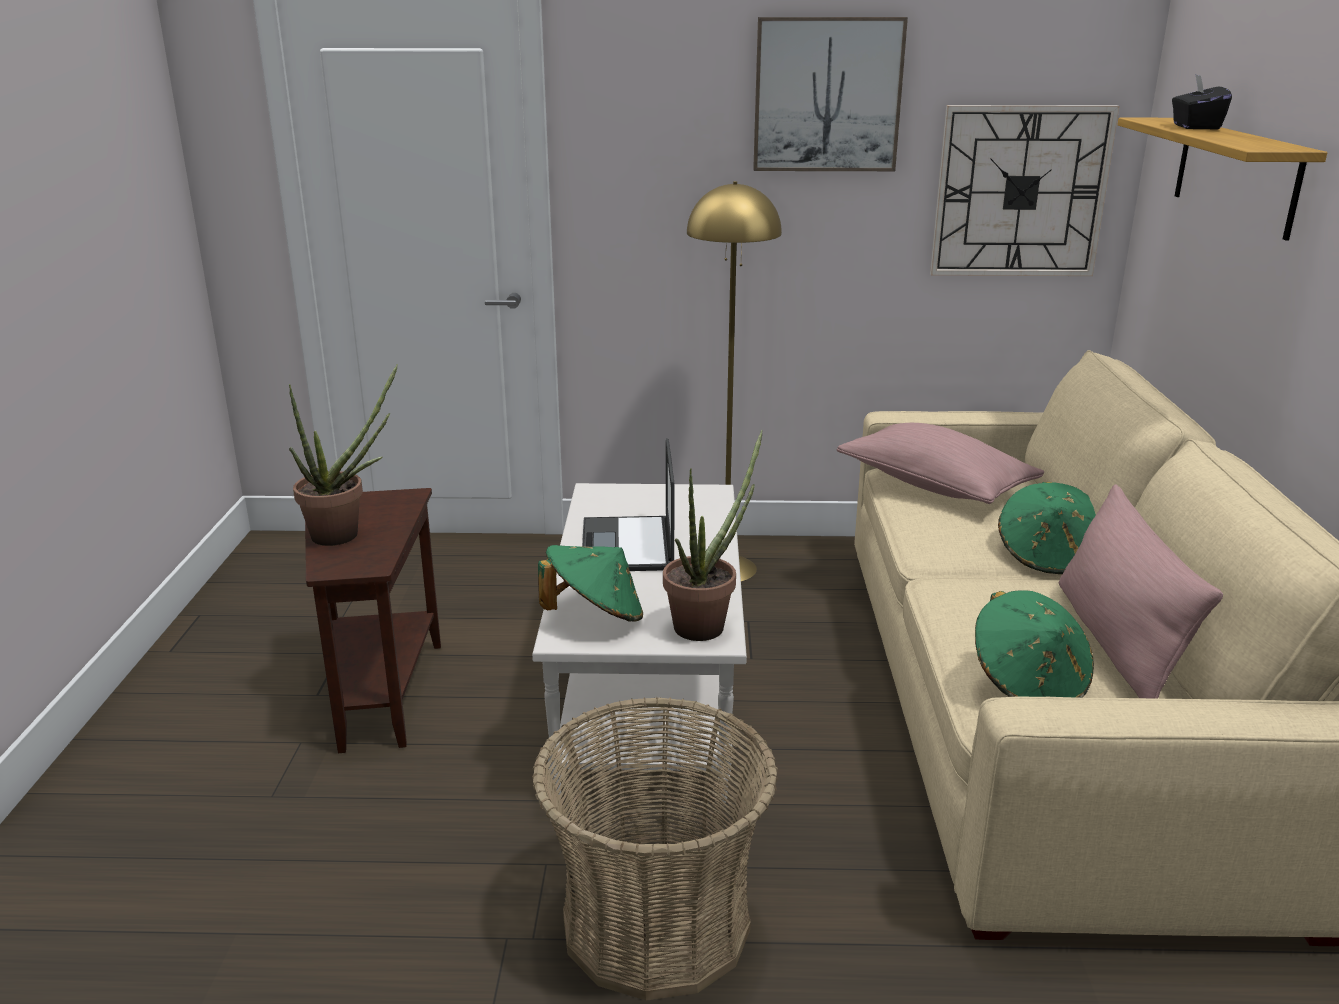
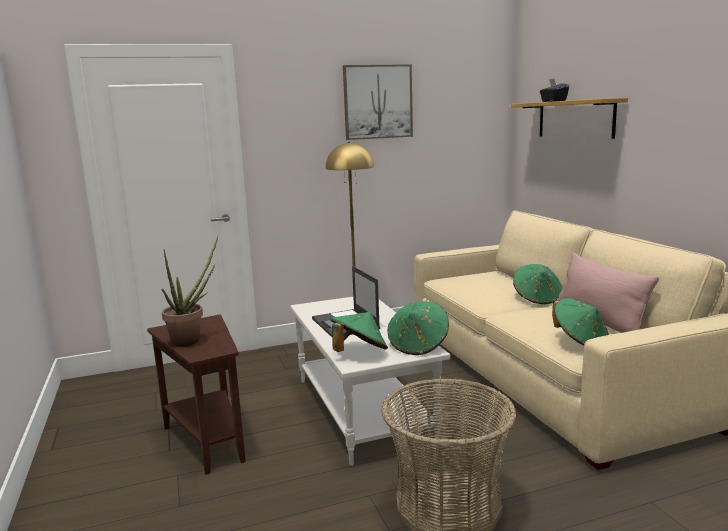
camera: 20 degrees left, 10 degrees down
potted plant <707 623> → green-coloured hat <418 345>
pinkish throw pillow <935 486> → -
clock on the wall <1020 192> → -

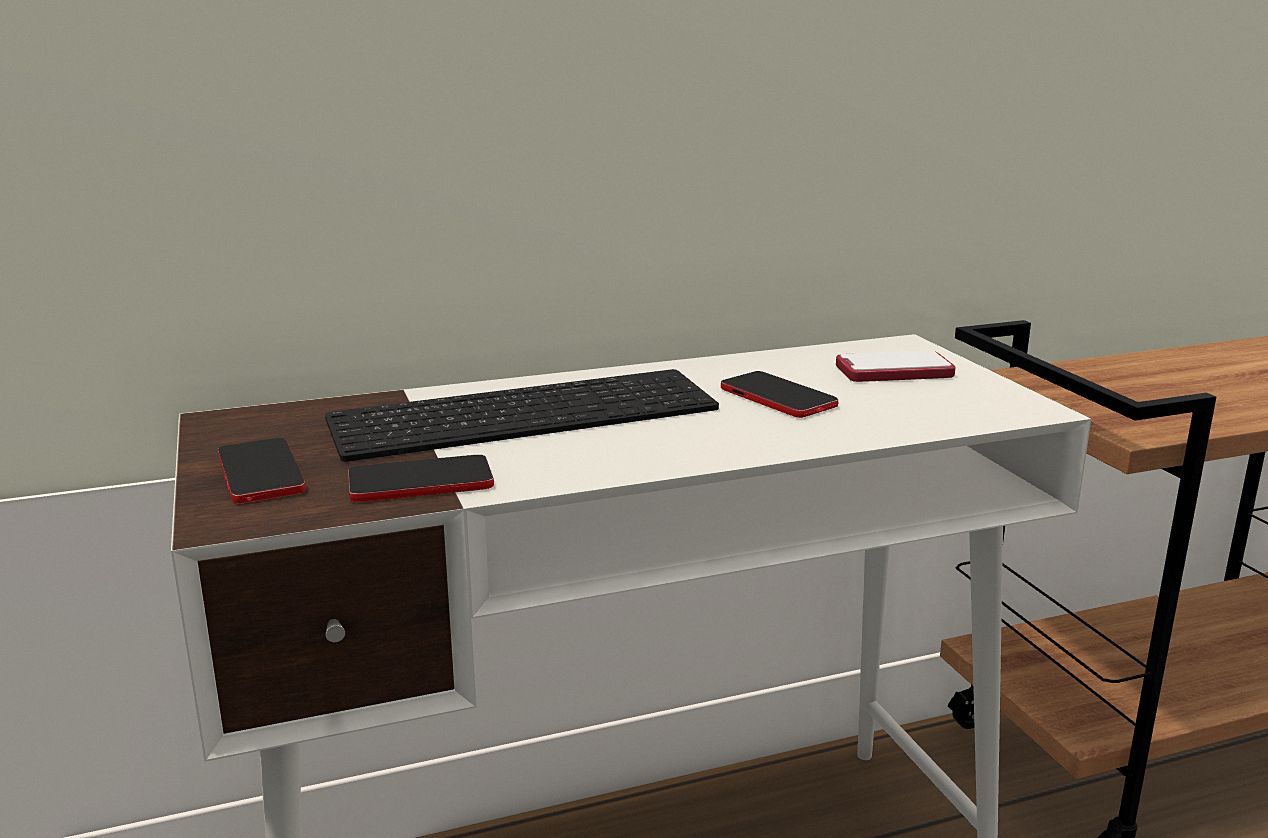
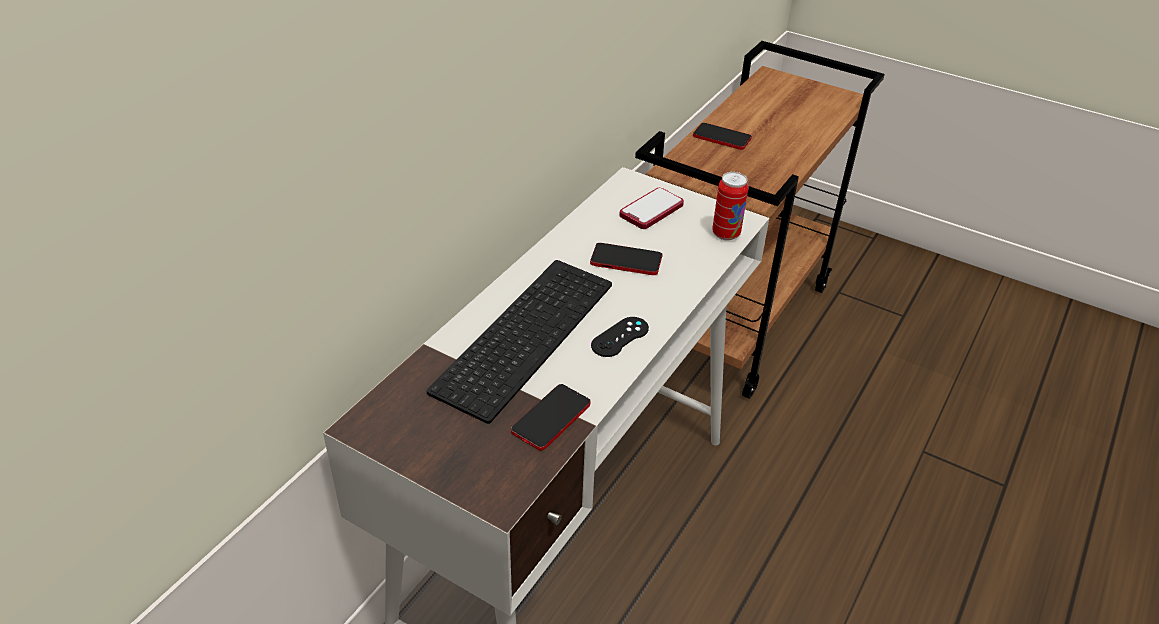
camera: 40 degrees left, 20 degrees up
- → blackish game controller <620 337>
phone <260 473> → phone <721 137>, move
- → can <726 234>

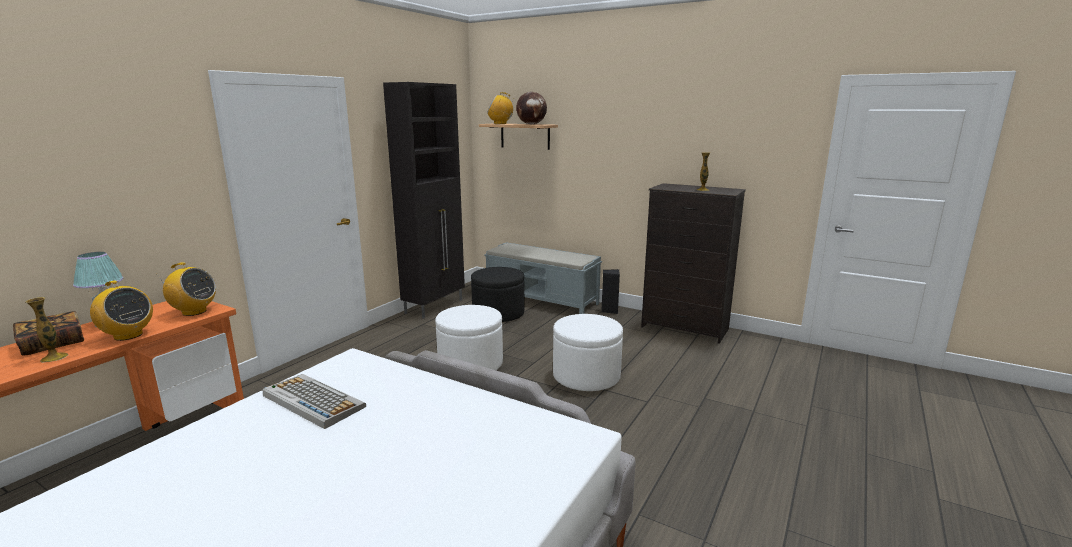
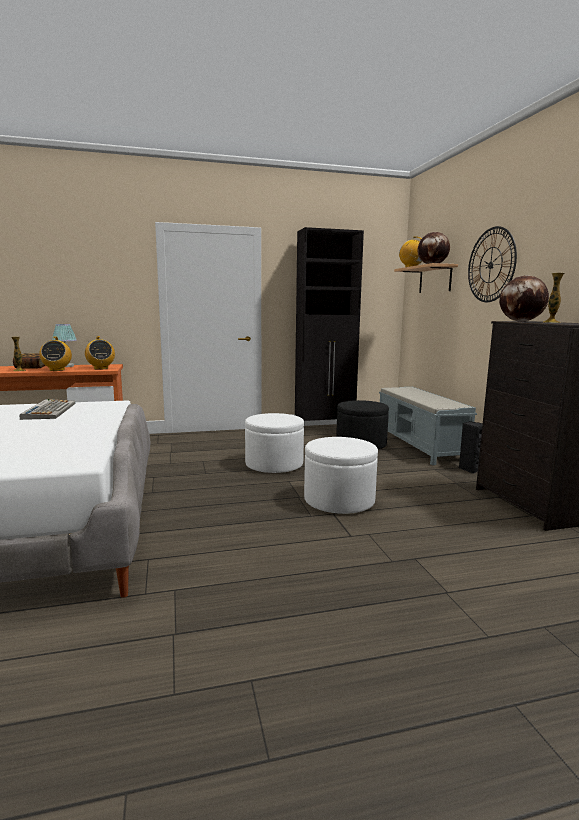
camera: 45 degrees right, 5 degrees down
- → clock on the wall <490 265>
- → world globe <521 321>

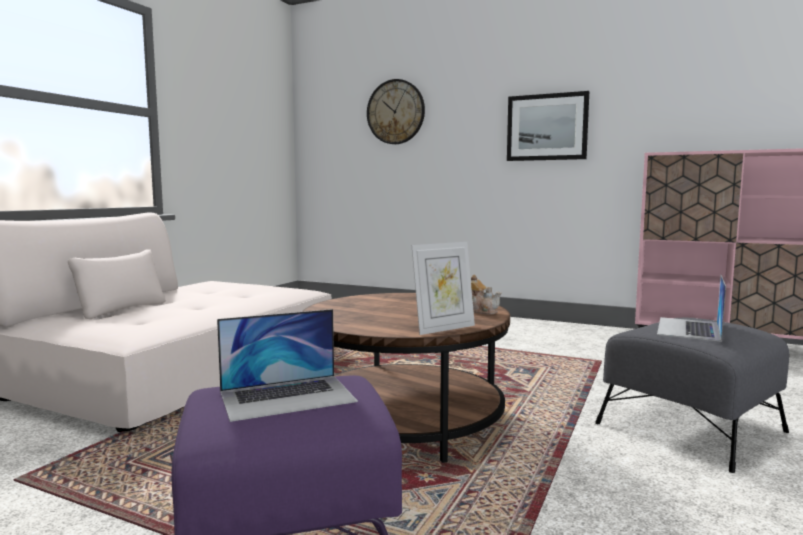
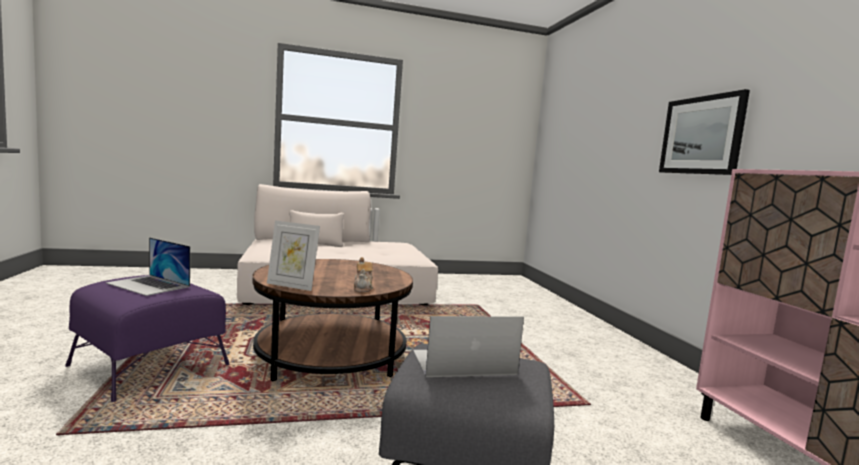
camera: 50 degrees right, 0 degrees up
clock on the wall <395 112> → -

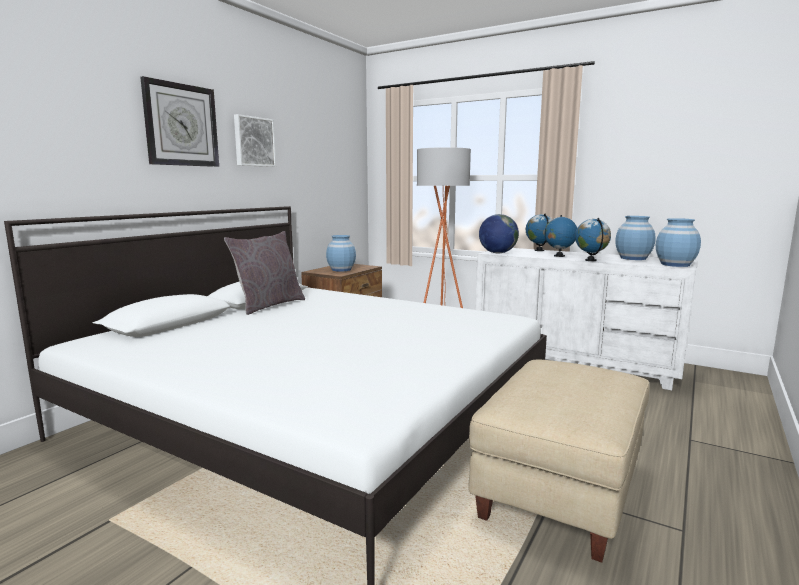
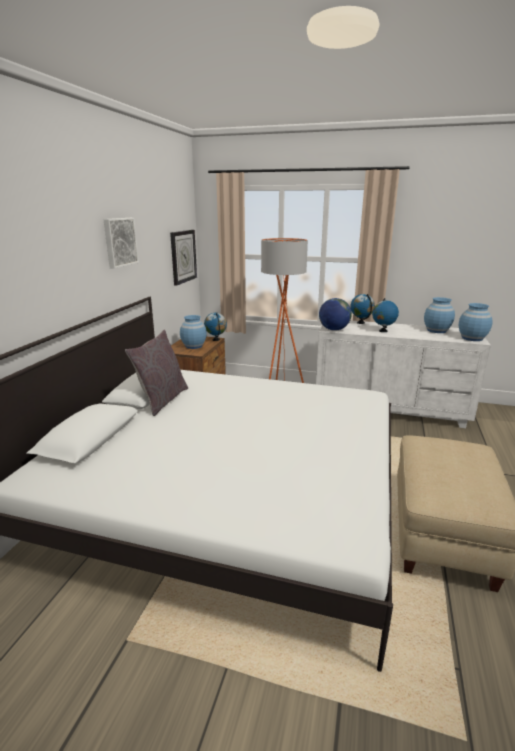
camera: 15 degrees left, 10 degrees up
clock on the wall <181 125> → clock on the wall <183 256>, move
world globe <591 260> → world globe <216 340>, move

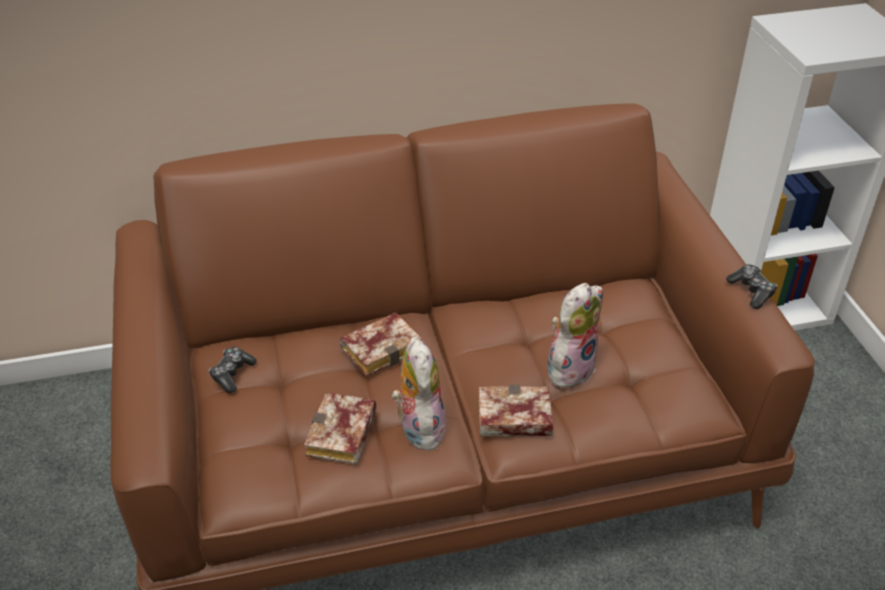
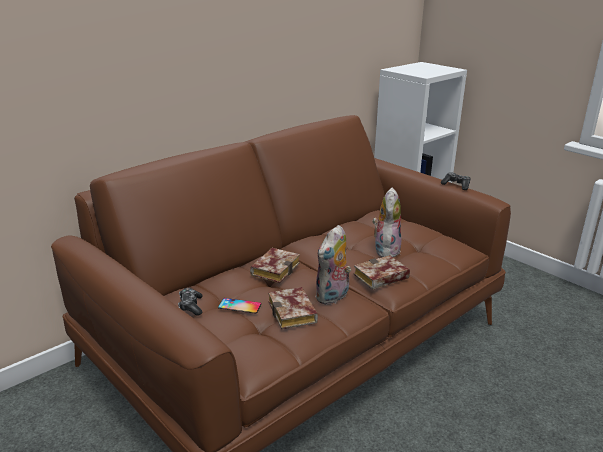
camera: 30 degrees left, 15 degrees down
- → phone <239 306>
cuddly toy <419 427> → cuddly toy <333 297>, 105 degrees counterclockwise

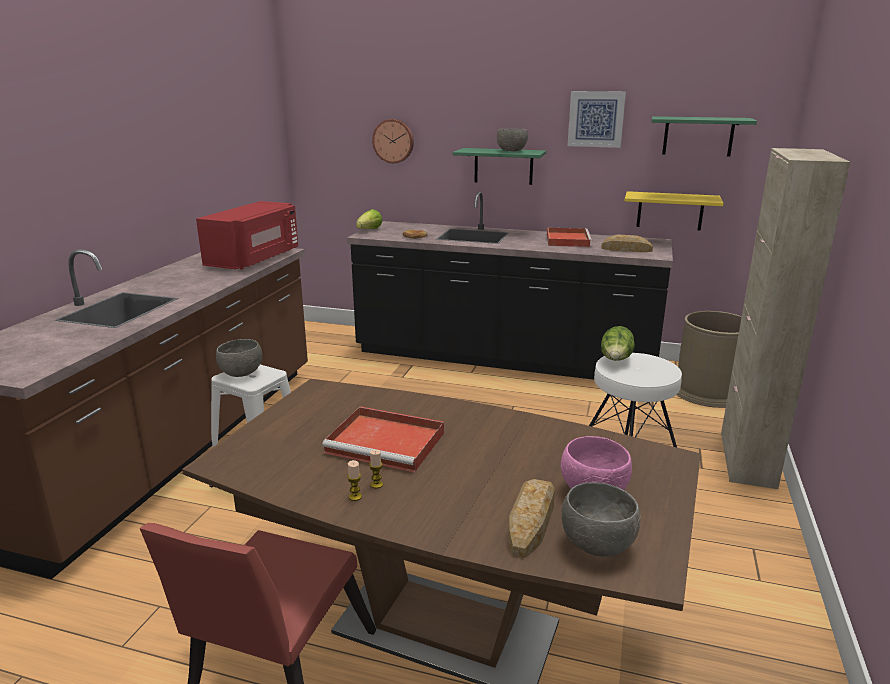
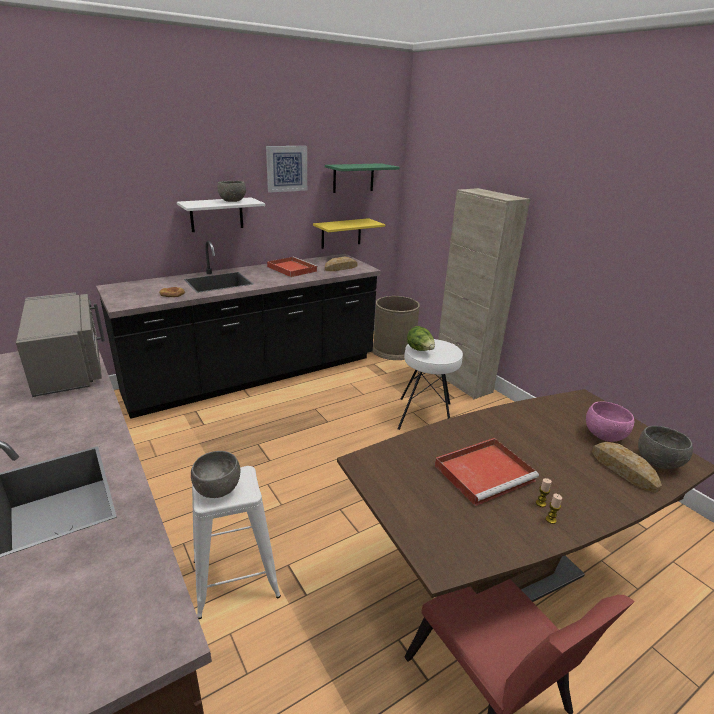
camera: 50 degrees left, 5 degrees up
reddish kitchen microwave <255 259> → gray kitchen microwave <69 367>
green-coloured bracket shelf <503 166> → white bracket shelf <216 214>
lettuce <369 230> → -
clock on the wall <393 141> → -

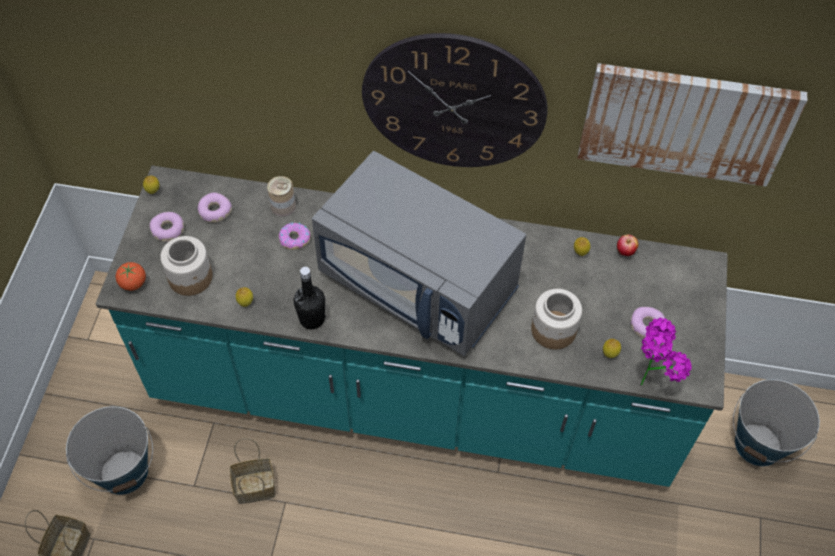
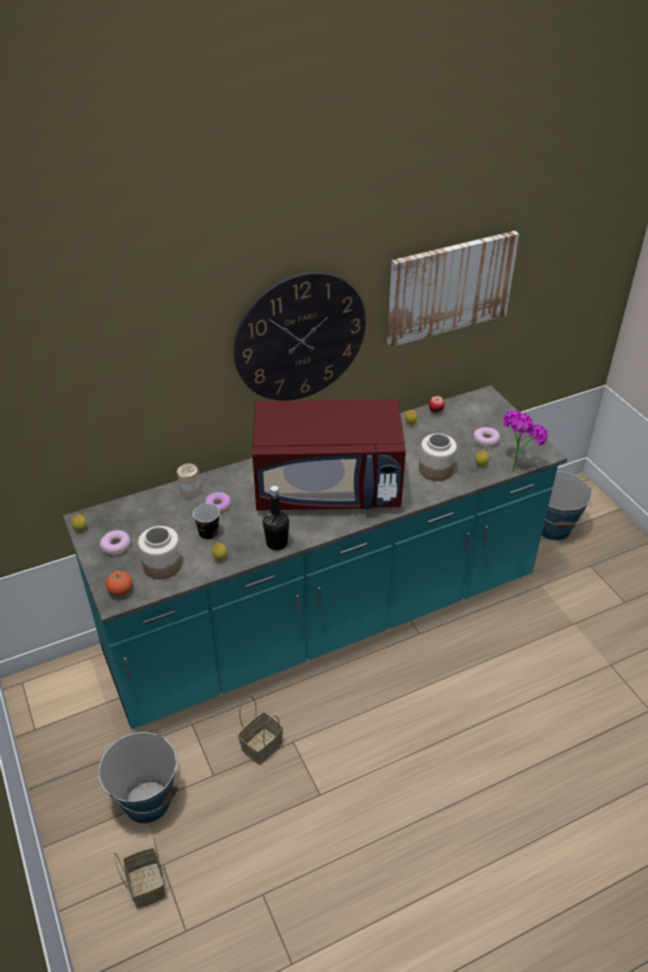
camera: 35 degrees left, 15 degrees down
- → small cup <208 533>
gray kitchen microwave <419 283> → reddish kitchen microwave <328 487>
ring doughnut <214 211> → -

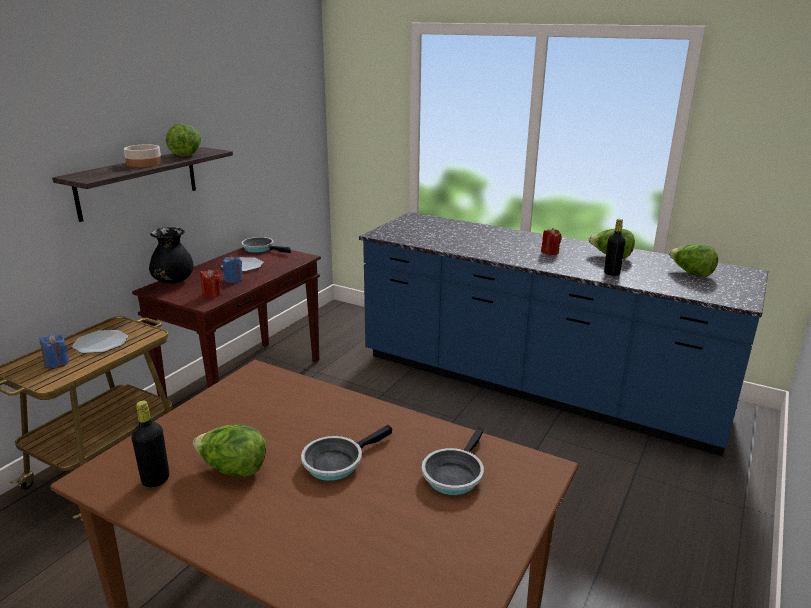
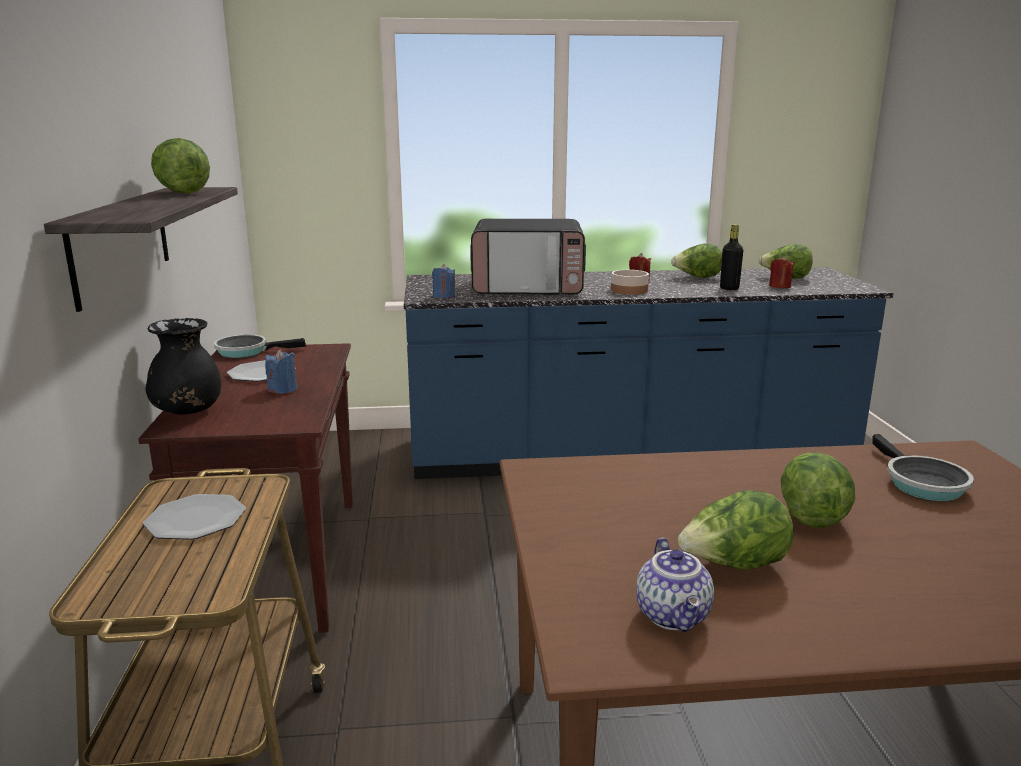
camera: 35 degrees left, 5 degrees down
bluish candle <57 363> → bluish candle <444 296>, move
- → kitchen microwave <528 288>
bowl <144 163> → bowl <629 290>, move
blackish drink bottle <155 480> → pot for tea <675 616>
reddish candle <212 294> → reddish candle <779 286>, move
pan <337 462> → lettuce <811 515>

